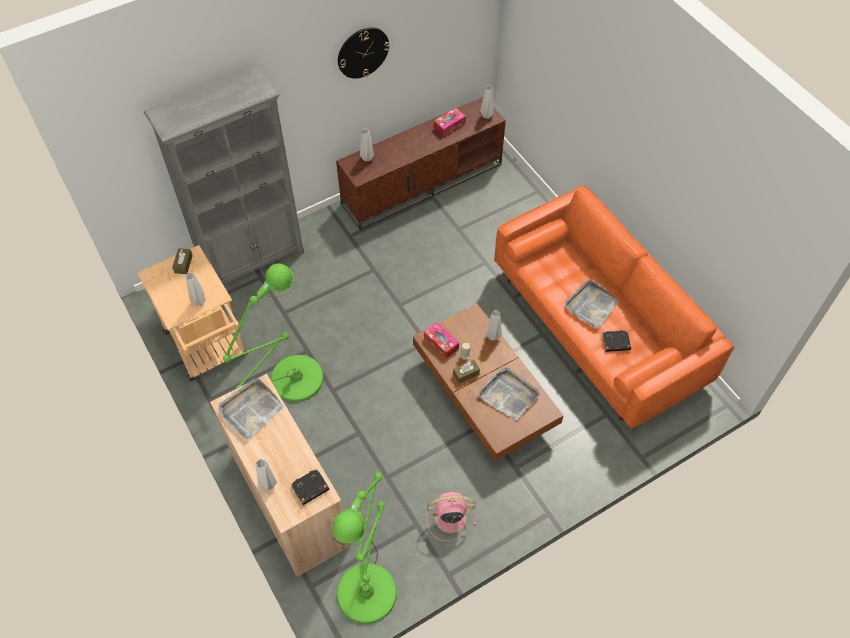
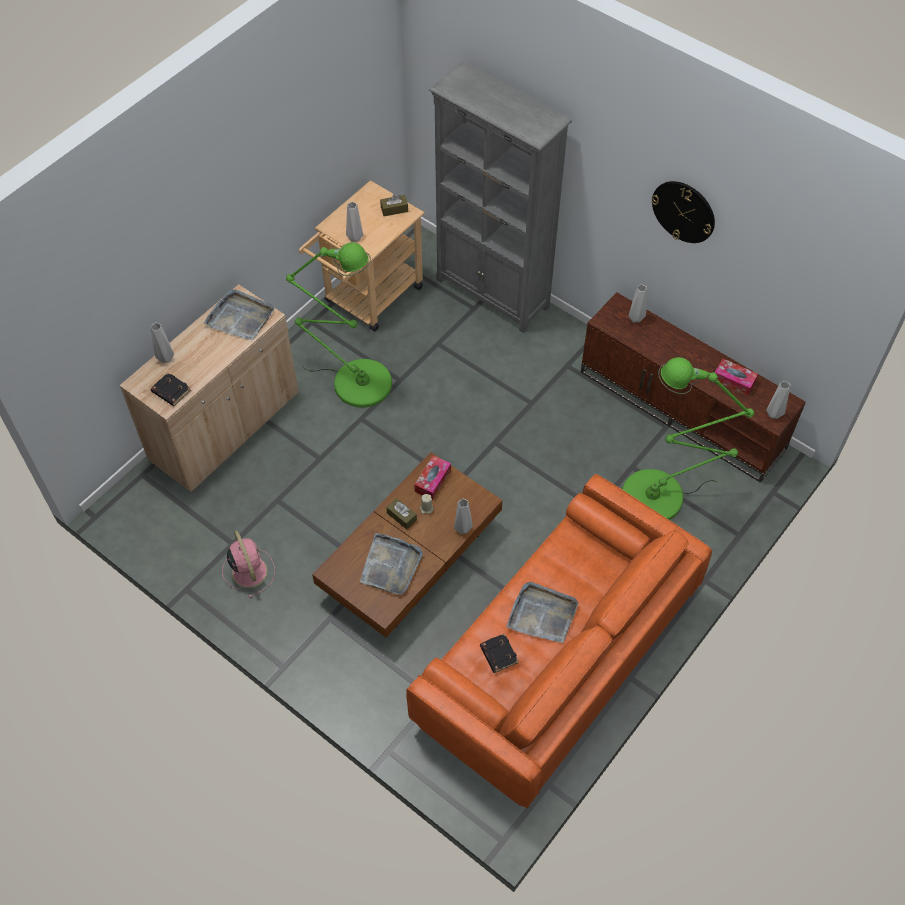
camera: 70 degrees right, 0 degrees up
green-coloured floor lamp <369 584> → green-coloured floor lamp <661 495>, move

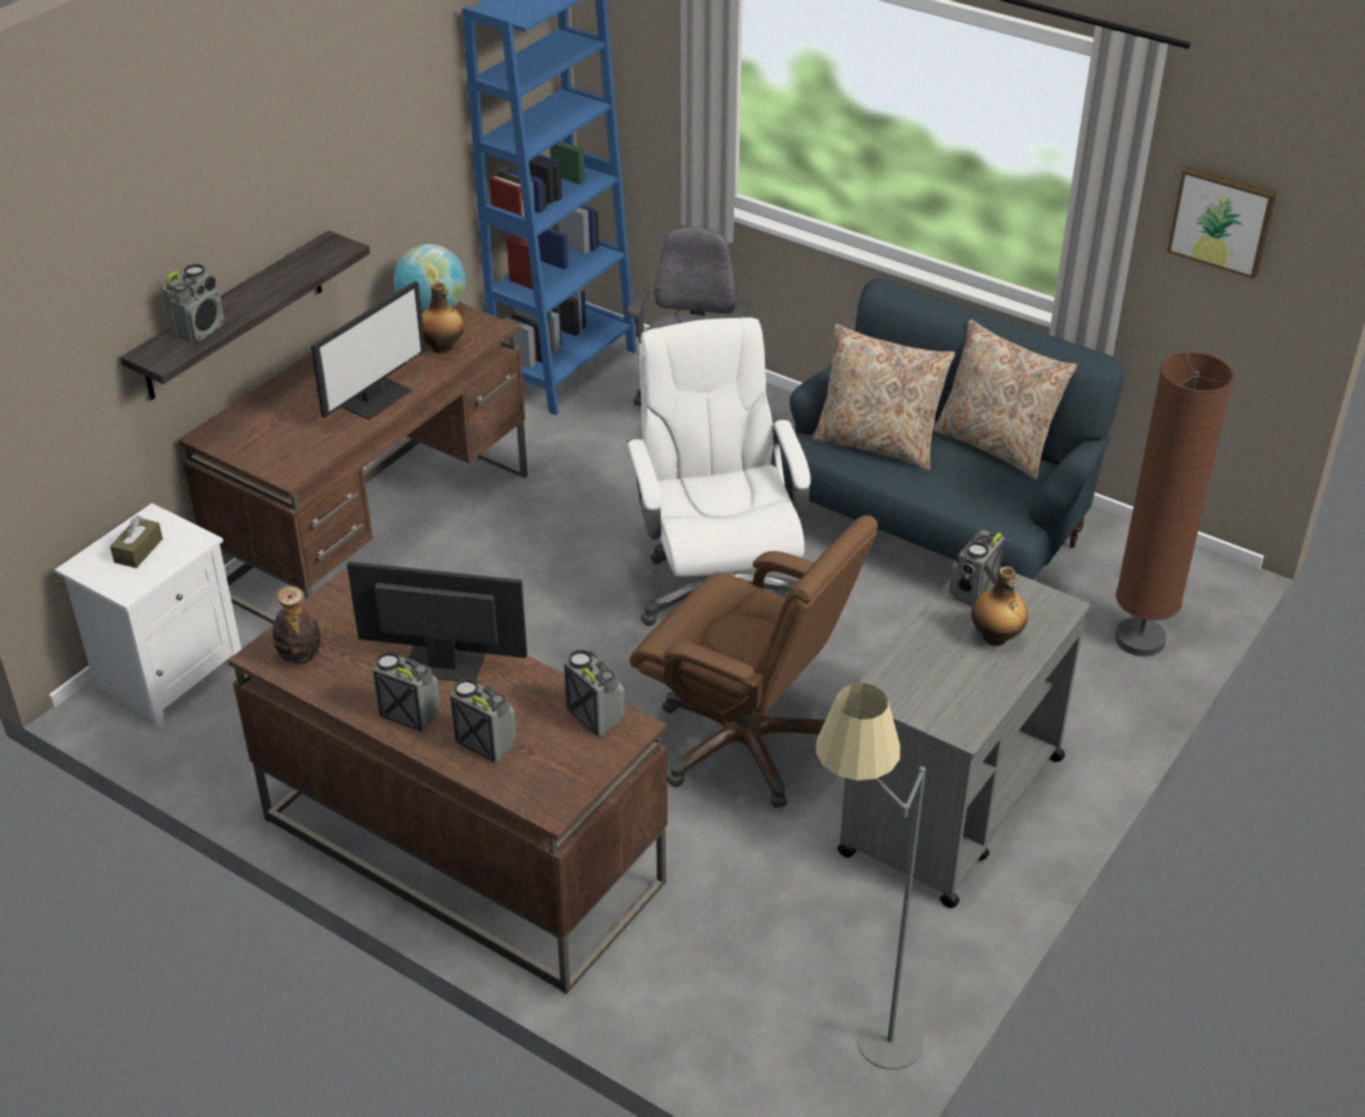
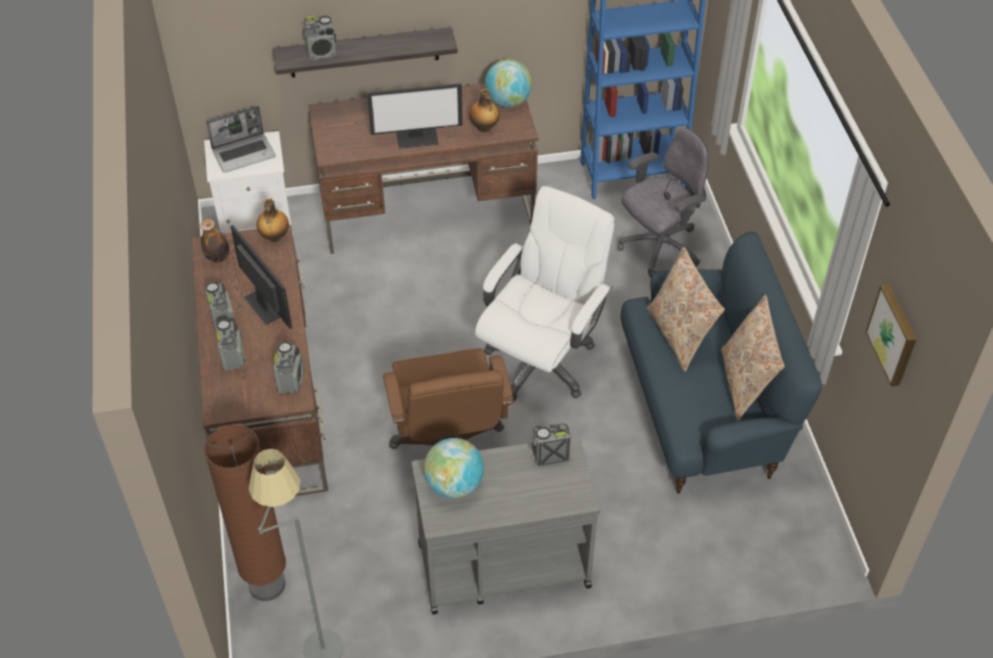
camera: 45 degrees right, 10 degrees up
brown floor lamp <1139 640> → brown floor lamp <266 585>, move
brown tissue holder <138 550> → laptop <244 153>
drink bottle <995 638> → drink bottle <274 237>, move
- → world globe <454 484>

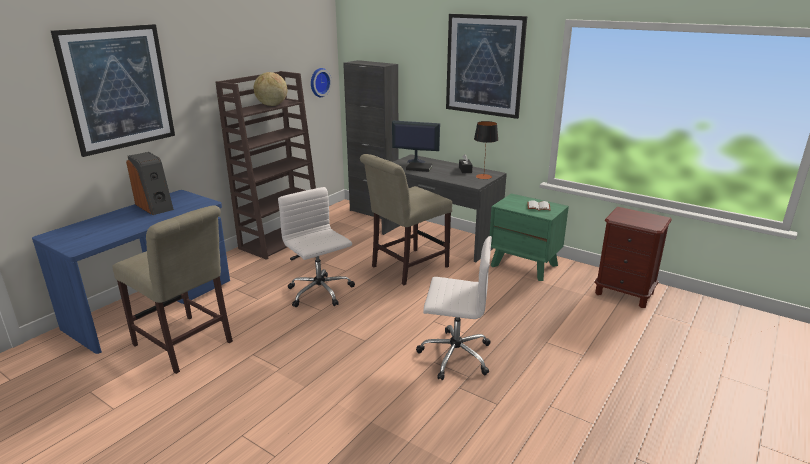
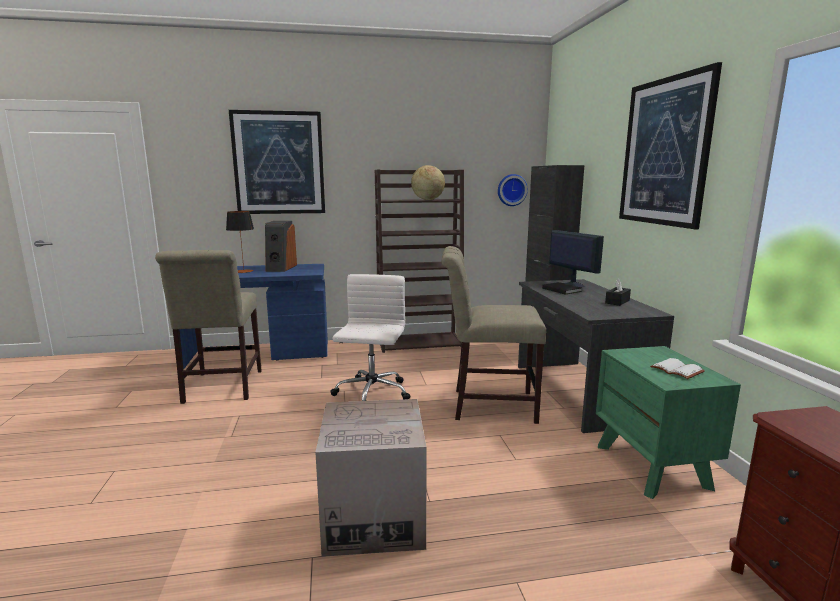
camera: 45 degrees right, 10 degrees down
tabletop lamp <483 176> → tabletop lamp <243 271>, move
white office chair <454 355> → cardboard box <374 518>

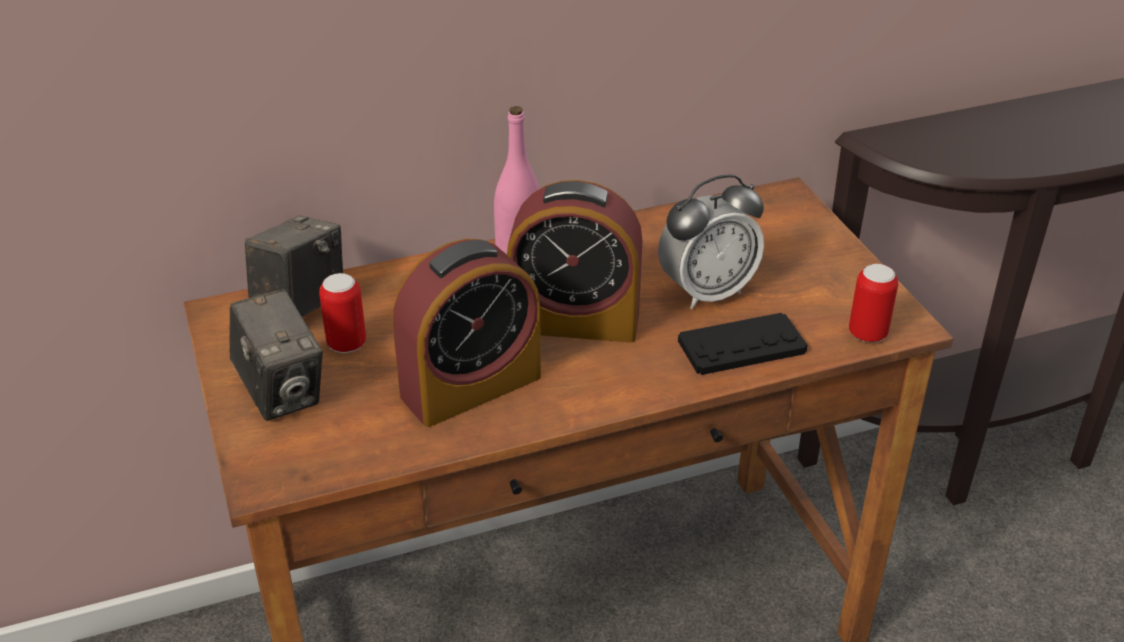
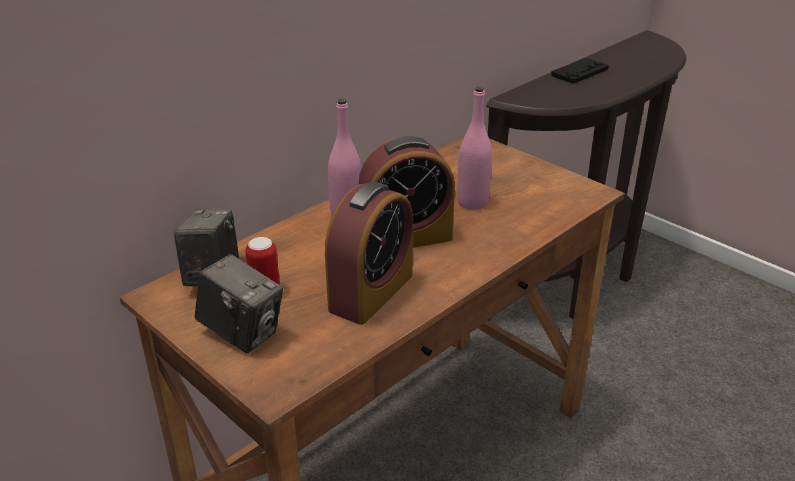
camera: 25 degrees left, 5 degrees down
bedside clock <707 292> → pinkish drink bottle <472 202>
blackish game controller <741 346> → blackish game controller <579 72>, move
can <867 334> → -

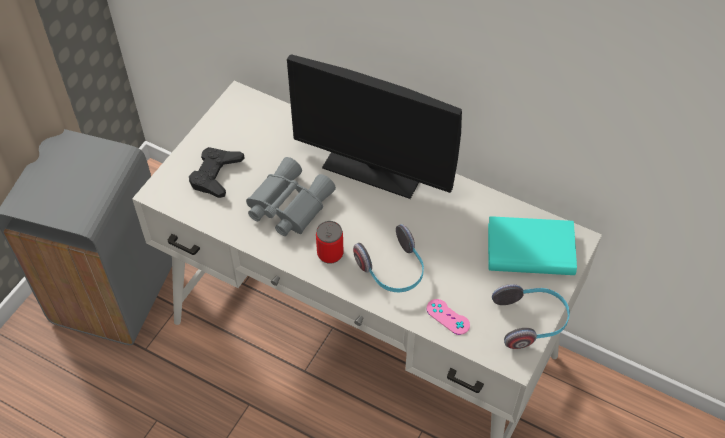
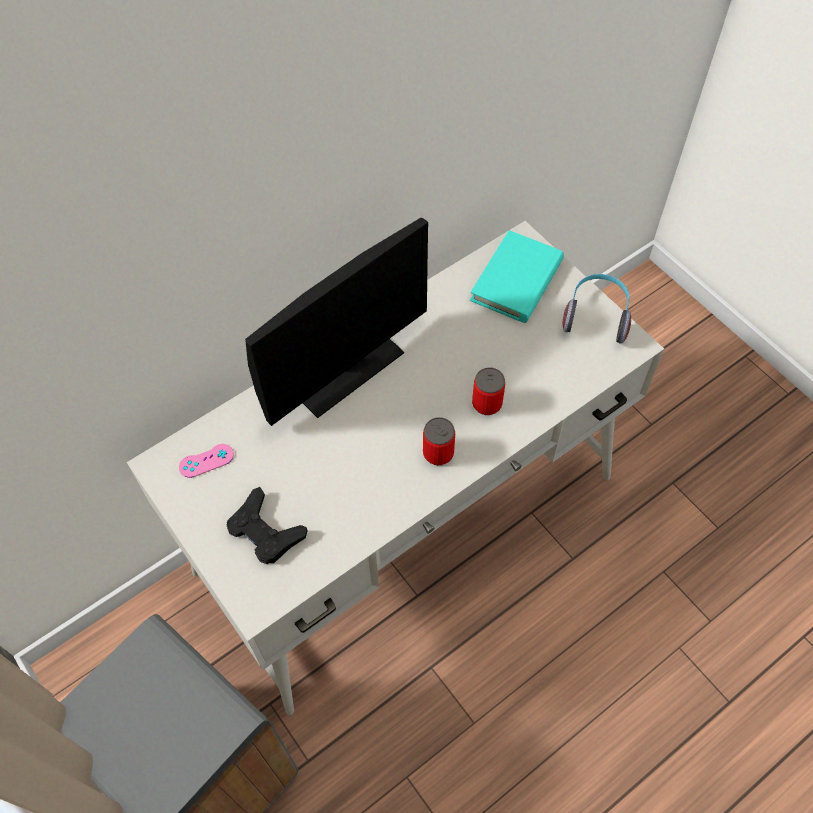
camera: 65 degrees left, 5 degrees up
pinkish game controller <448 317> → pinkish game controller <206 461>, move
headset <392 270> → can <487 403>
gray field glasses <287 204> → -

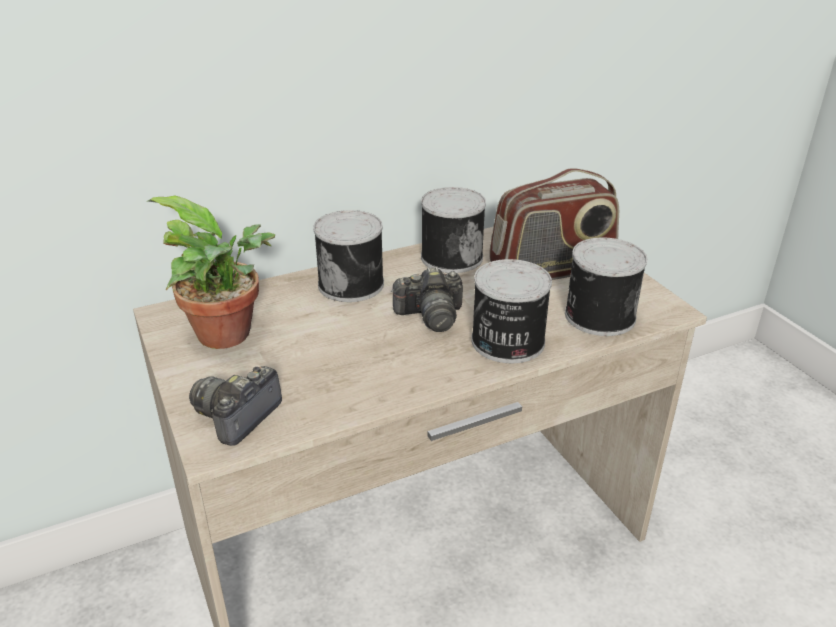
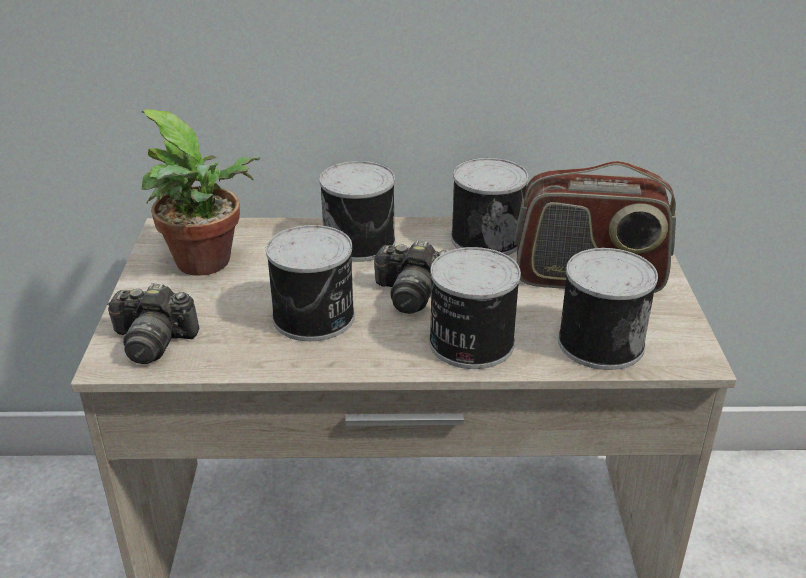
camera: 25 degrees right, 0 degrees up
photo camera <237 417> → photo camera <153 342>, 135 degrees counterclockwise
- → can <315 317>

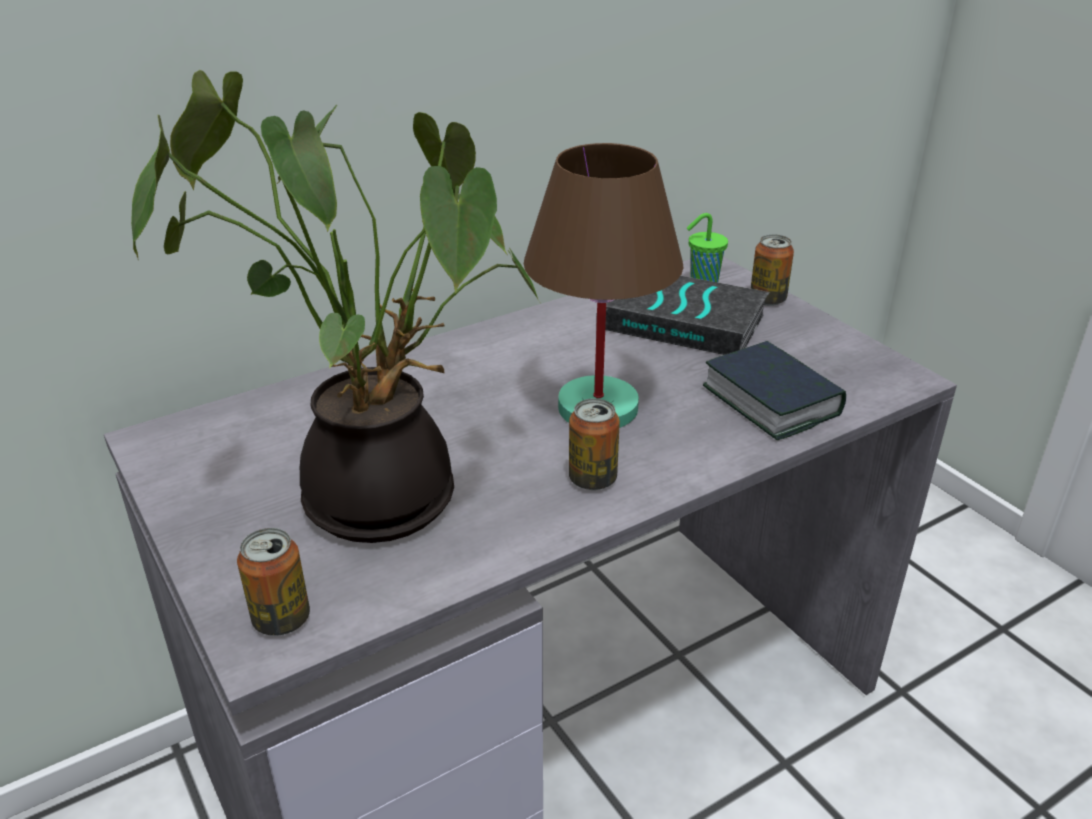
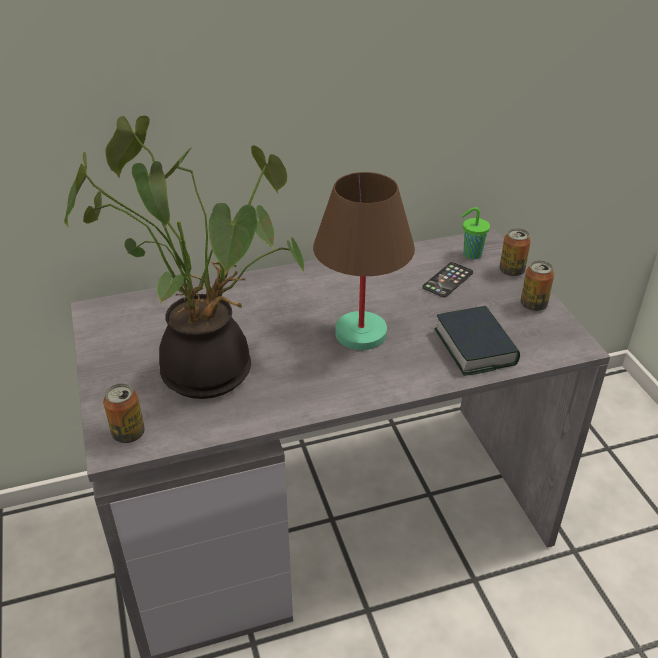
camera: 15 degrees right, 5 degrees up
volume <687 322> → phone <448 280>
can <592 479> → can <533 305>, move

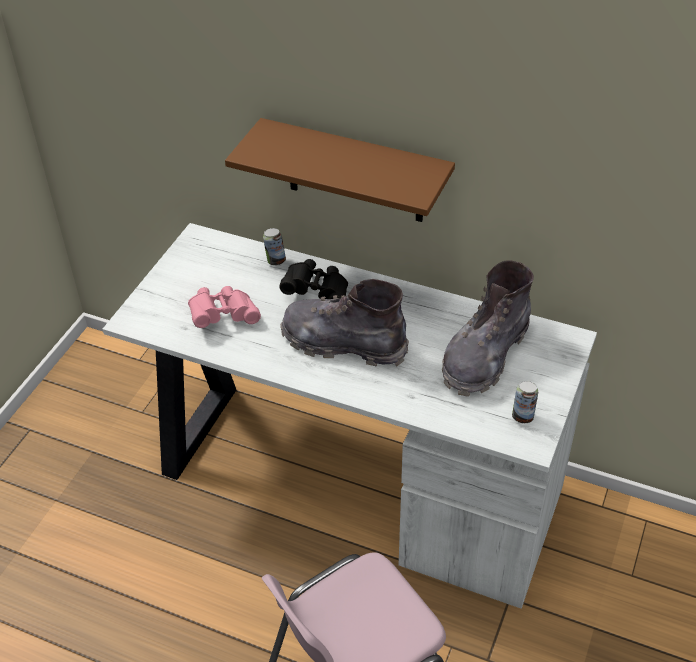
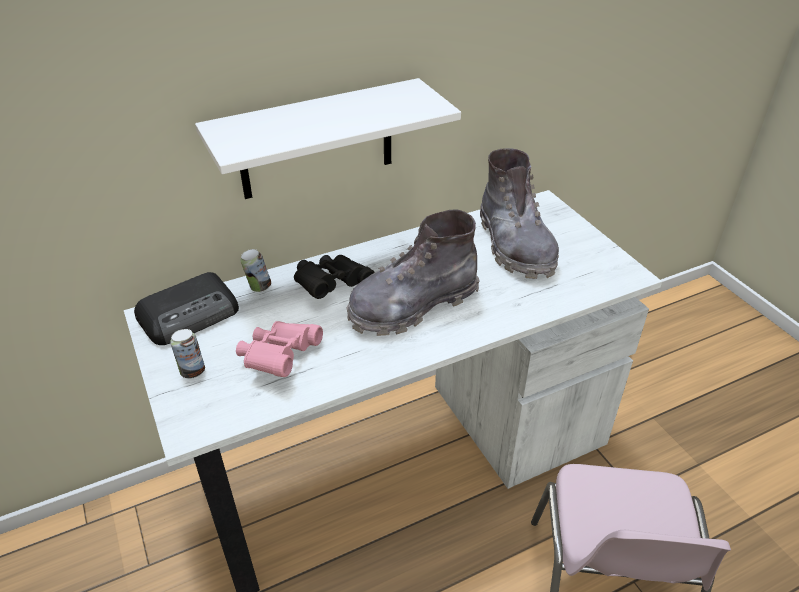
camera: 50 degrees left, 5 degrees down
- → radio receiver <191 314>
can <522 416> → can <192 371>, move
brown bracket shelf <355 172> → white bracket shelf <316 140>

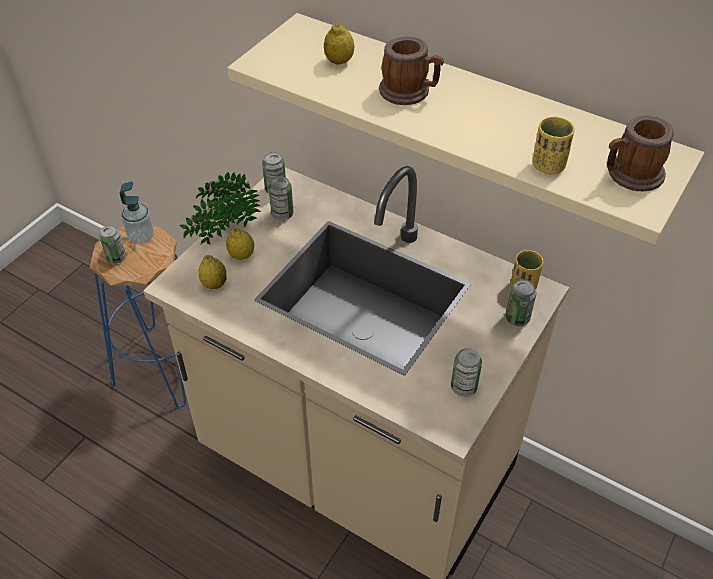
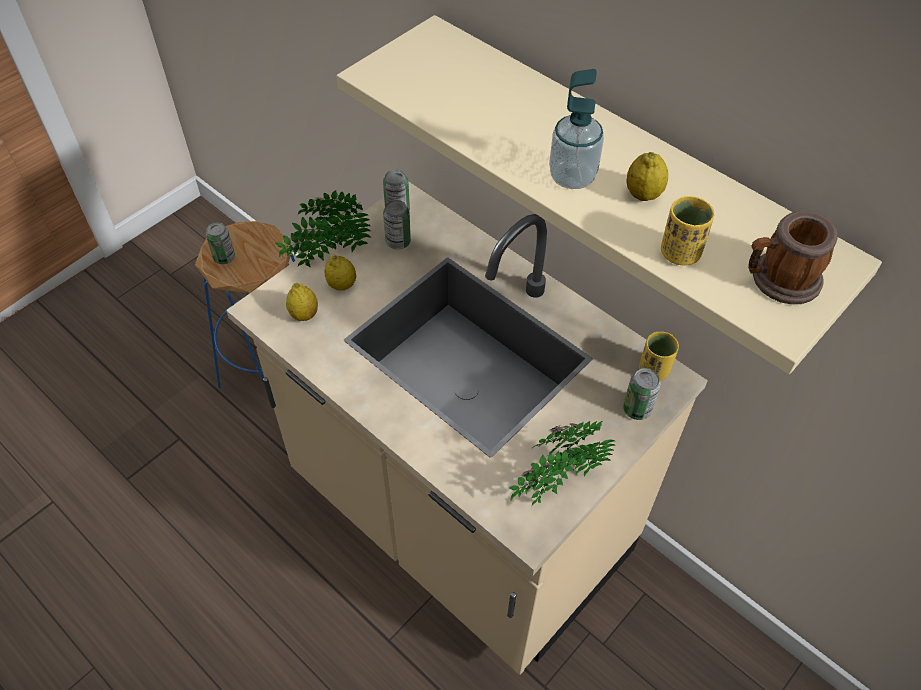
camera: 10 degrees right, 5 degrees up
can <463 387> → potted plant <554 483>
liquid soap bottle <141 237> → liquid soap bottle <572 177>, move
lemon <339 61> → lemon <643 195>, move
coffee mug <410 92> → -

